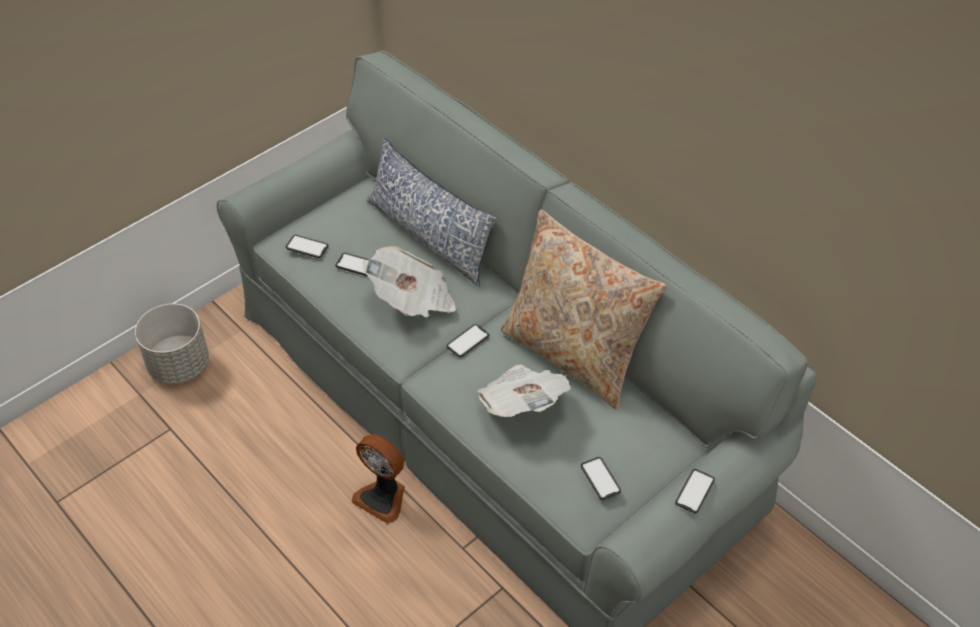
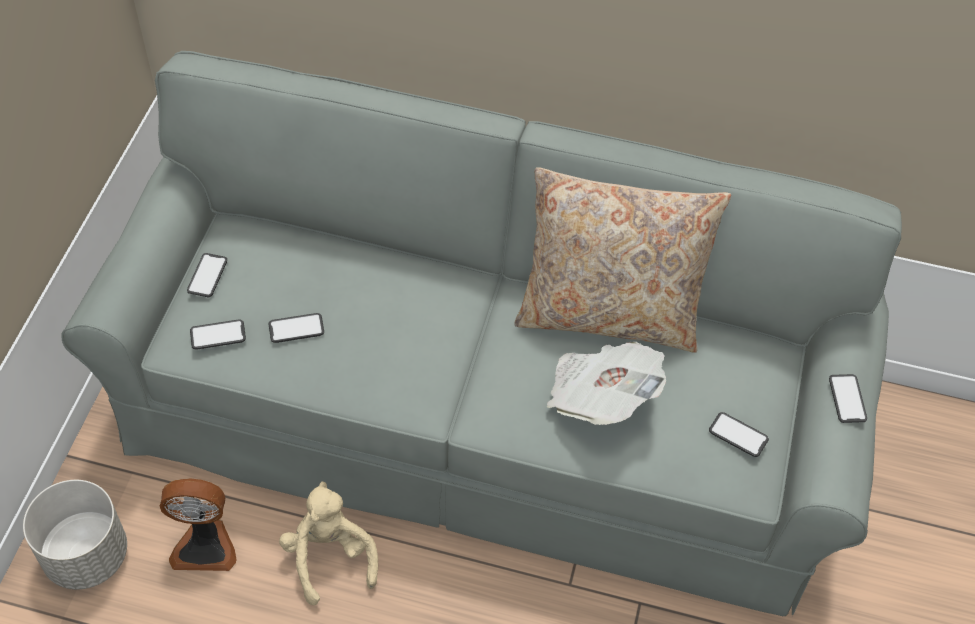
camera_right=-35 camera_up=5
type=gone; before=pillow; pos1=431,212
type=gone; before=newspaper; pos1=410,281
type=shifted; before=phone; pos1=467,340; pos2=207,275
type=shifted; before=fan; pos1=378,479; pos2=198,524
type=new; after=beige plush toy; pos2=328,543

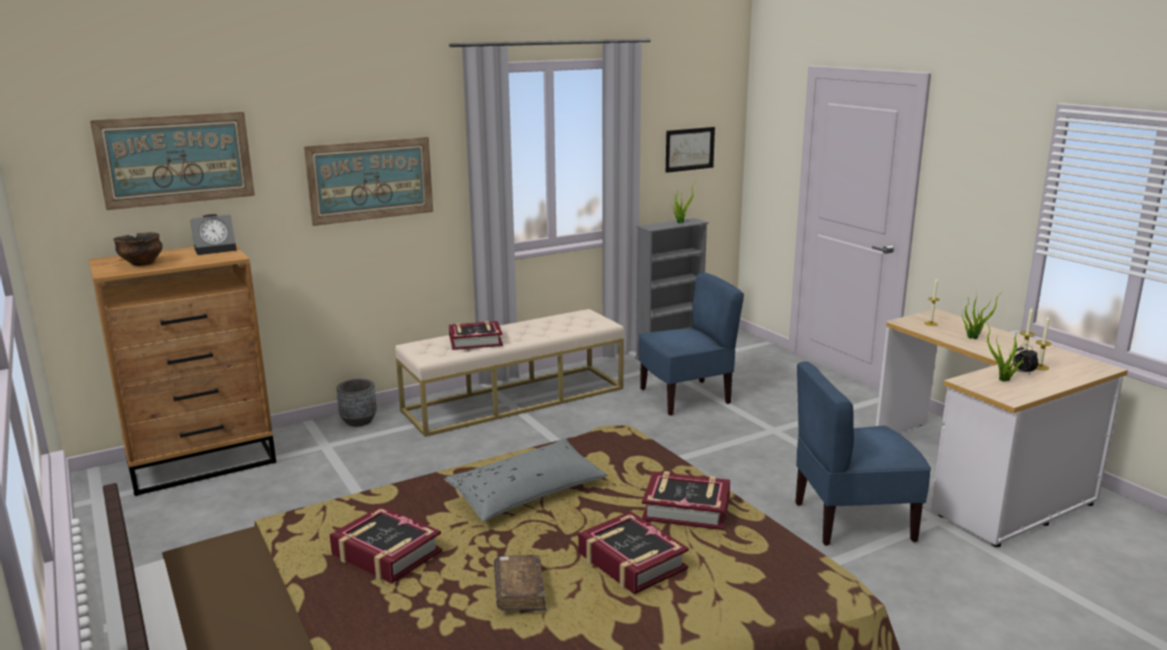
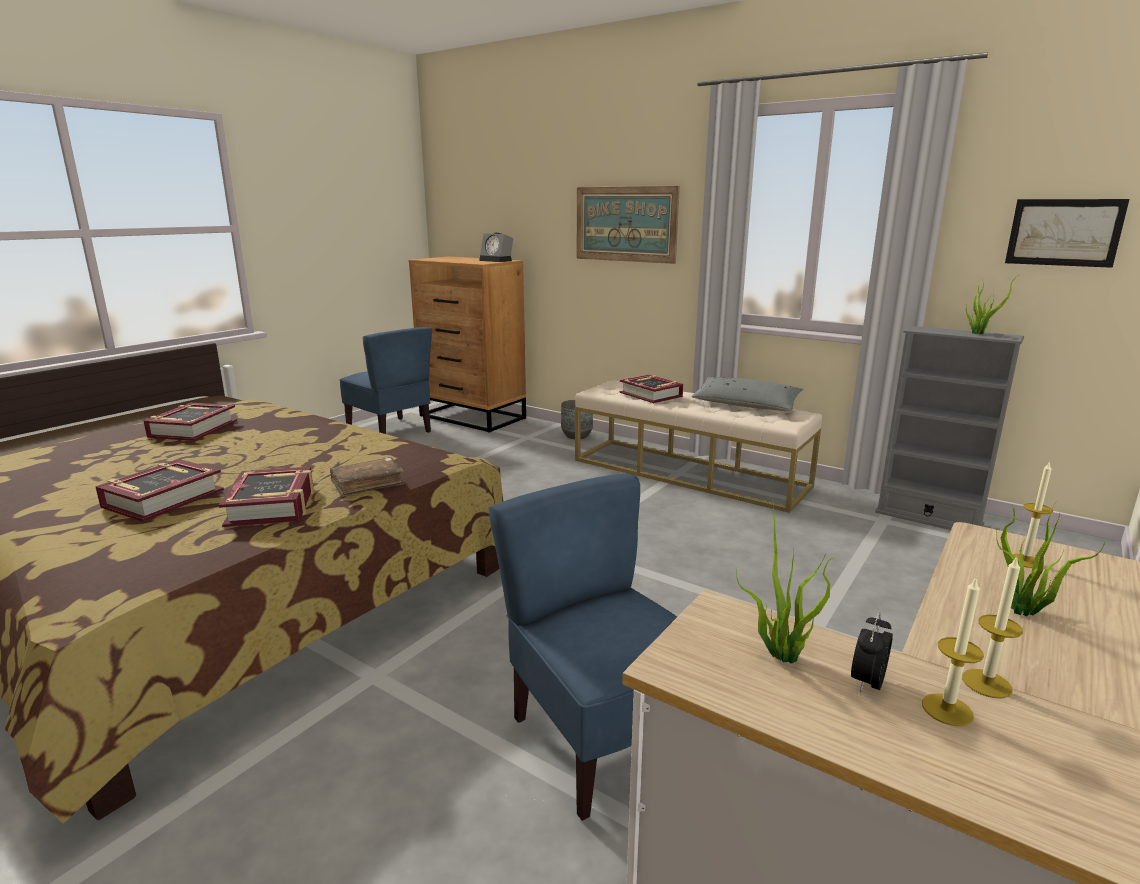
camera_right=65 camera_up=0
type=gone; before=picture; pos1=172,161
type=gone; before=bowl; pos1=138,249
type=shifted; before=blue chair; pos1=691,344; pos2=385,380
type=shifted; before=grey pillow; pos1=526,480; pos2=747,394
type=shifted; before=brown book; pos1=520,583; pos2=367,477

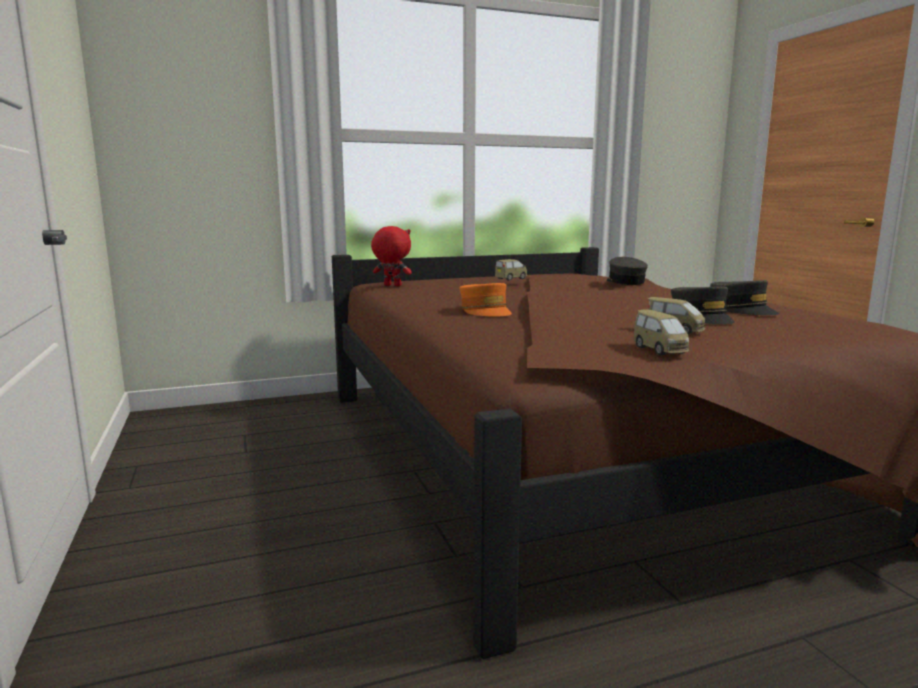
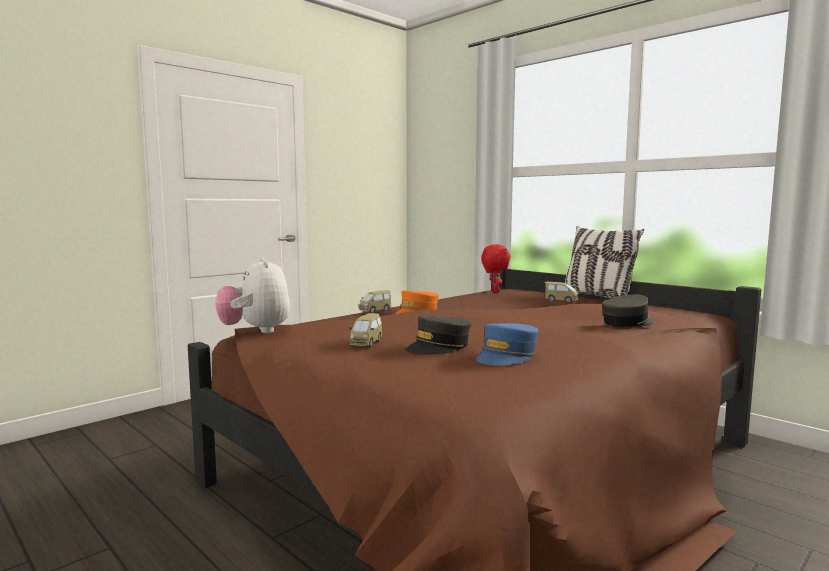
camera_right=65 camera_up=-5
type=repainted; before=grey cap; after=blue cap; pos1=744,297; pos2=507,344
type=shifted; before=toy car; pos1=661,332; pos2=375,301
type=new; after=pillow; pos2=604,262
type=new; after=plush toy; pos2=252,295

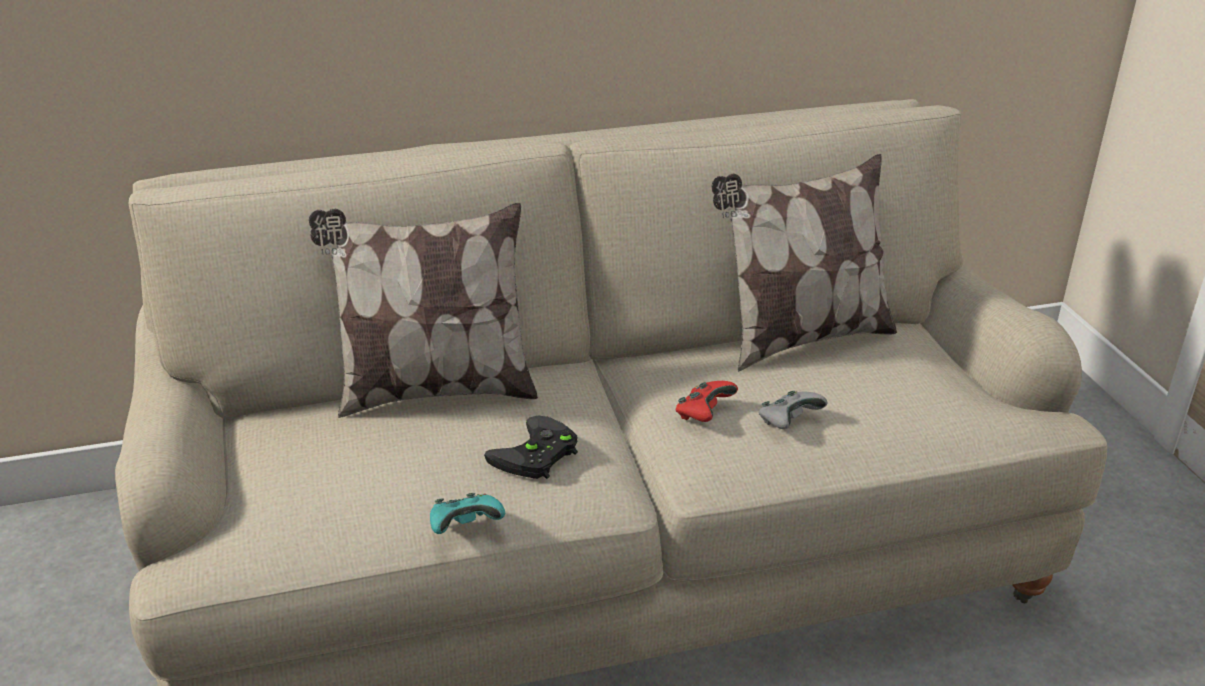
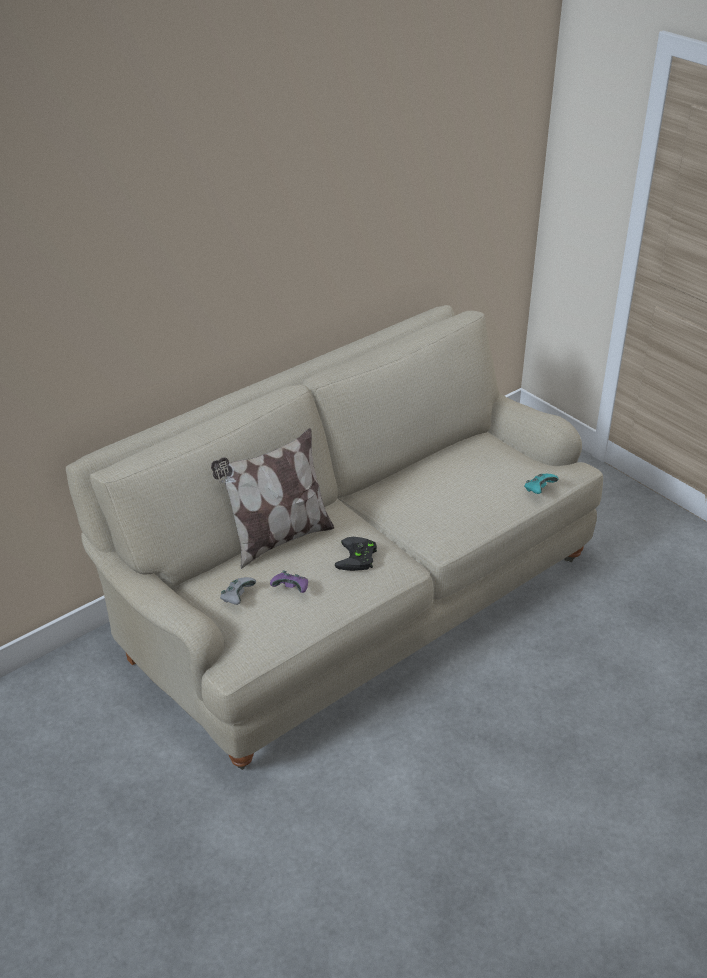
camera_right=-25 camera_up=5
type=gone; before=pillow; pos1=804,263
type=gone; before=red game controller; pos1=707,401
type=shifted; before=grey game controller; pos1=793,410; pos2=238,591
type=shifted; before=turquoise game controller; pos1=467,513; pos2=541,484
type=new; after=purple game controller; pos2=289,582

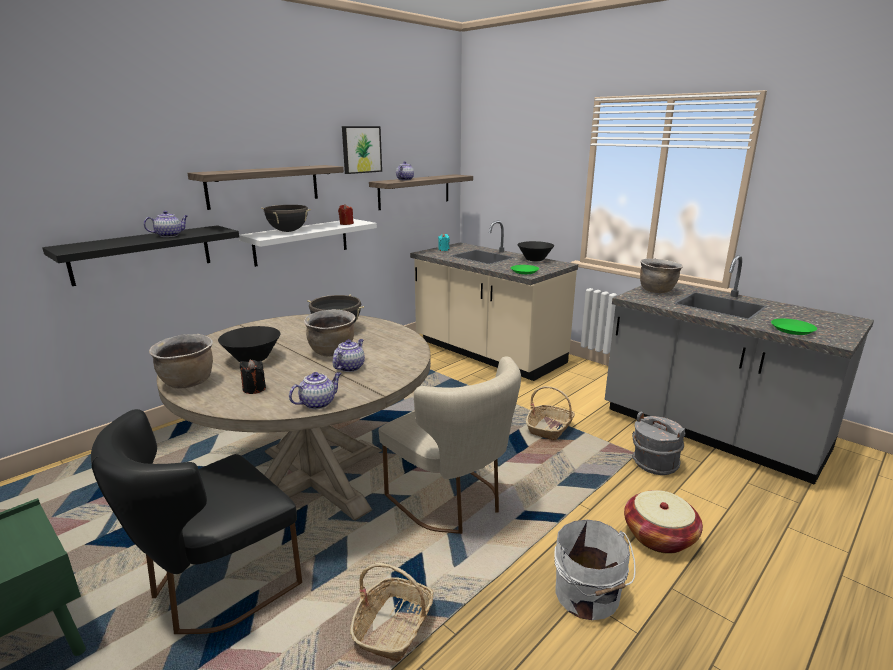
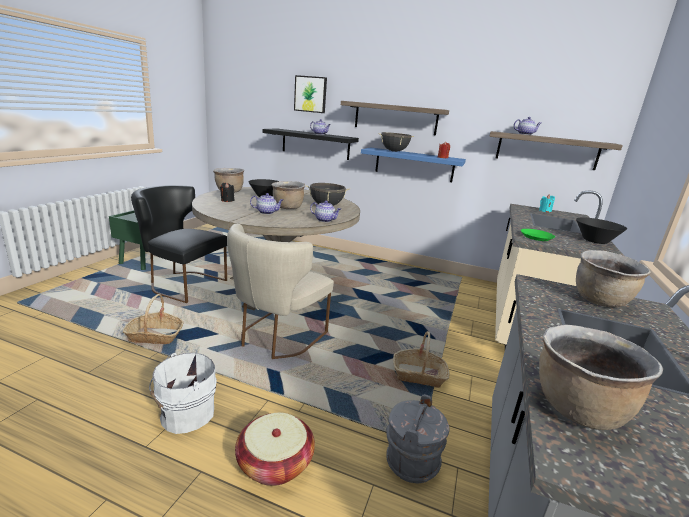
camera_right=65 camera_up=0
type=shifted; before=picture; pos1=362,150; pos2=310,94
type=repainted; before=white shelf; after=blue shelf; pos1=308,243; pos2=413,164
type=swapped; before=green plate; after=brown cooking pot; pos1=794,327; pos2=601,377
type=shifted; before=teapot; pos1=315,390; pos2=325,211

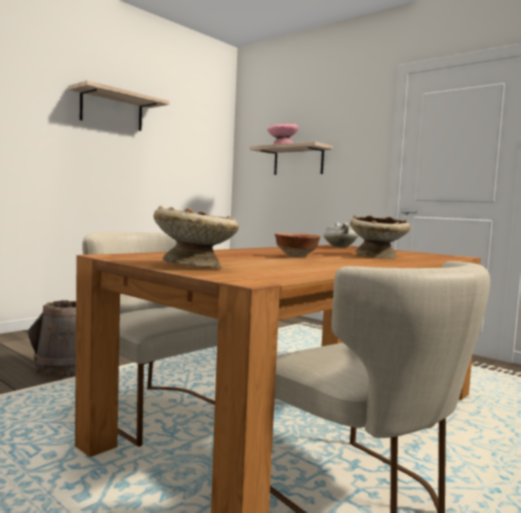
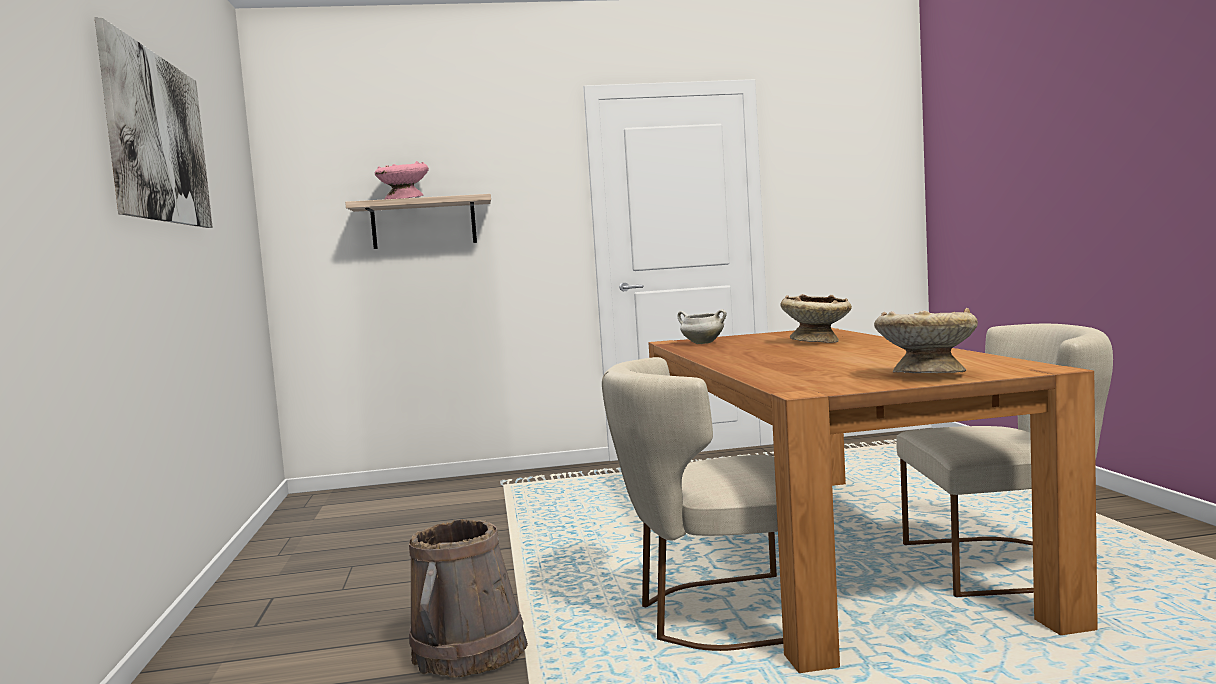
camera_right=-50 camera_up=0
type=swapped; before=shelf; after=picture; pos1=119,105; pos2=154,122
type=gone; before=bowl; pos1=298,245

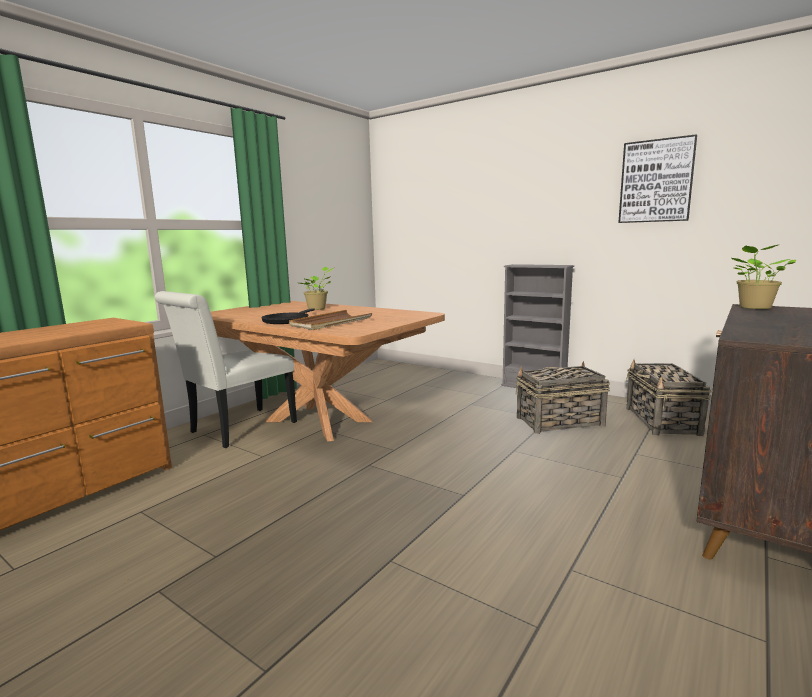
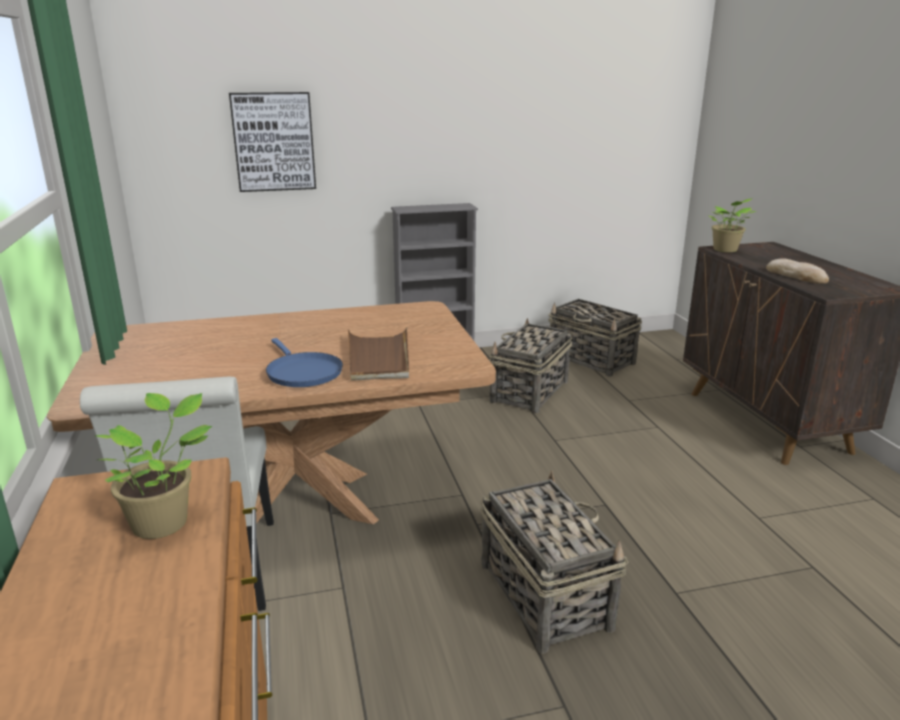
camera_right=-50 camera_up=10
type=shifted; before=picture; pos1=657,178; pos2=272,142
type=shifted; before=potted plant; pos1=316,288; pos2=153,466
type=repainted; before=black frying pan; after=blue frying pan; pos1=288,316; pos2=304,362
type=new; after=bread; pos2=797,271
type=new; after=basket; pos2=554,562

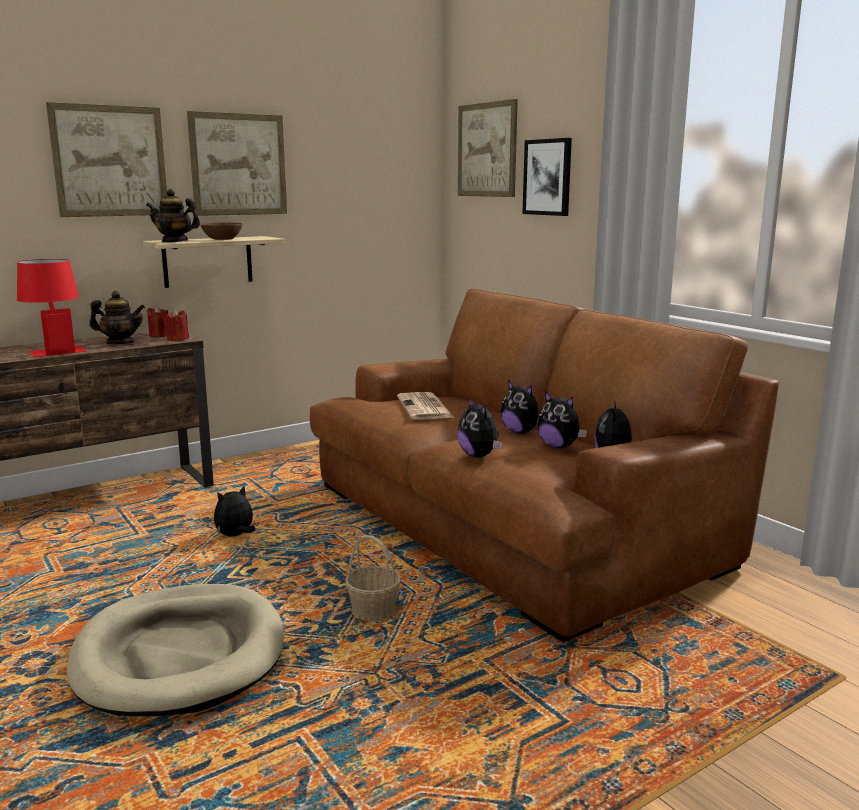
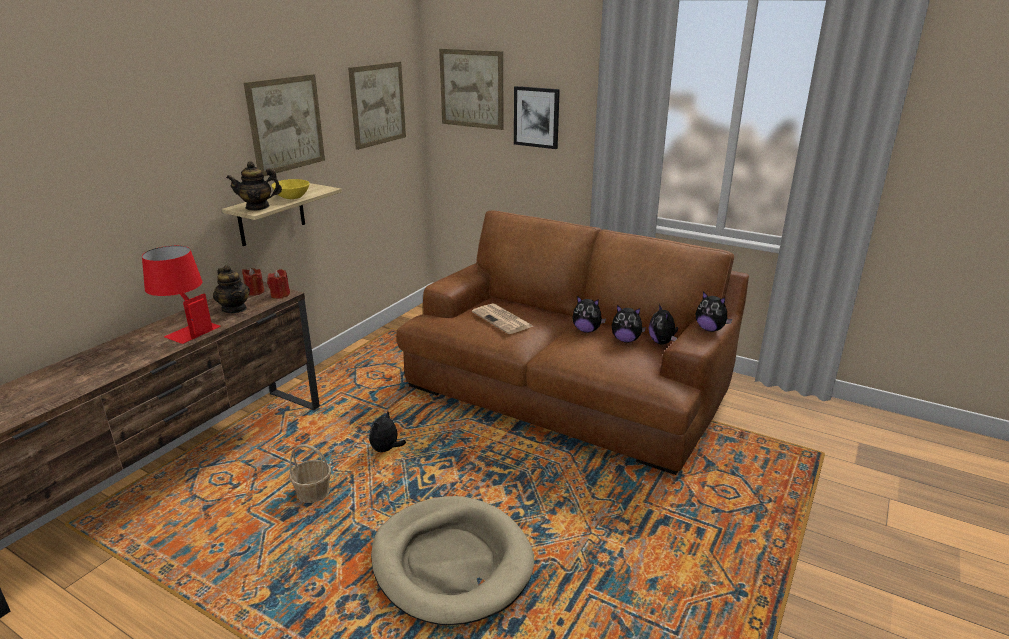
camera_right=-25 camera_up=10
type=shifted; before=picture; pos1=106,159; pos2=377,106
type=repainted; before=brown bowl; after=yellow bowl; pos1=221,231; pos2=291,189
type=rotated; before=teapot; pos1=117,317; pos2=231,289; turn=75
type=shifted; before=plush toy; pos1=479,427; pos2=714,312
type=shifted; before=basket; pos1=373,578; pos2=310,473

